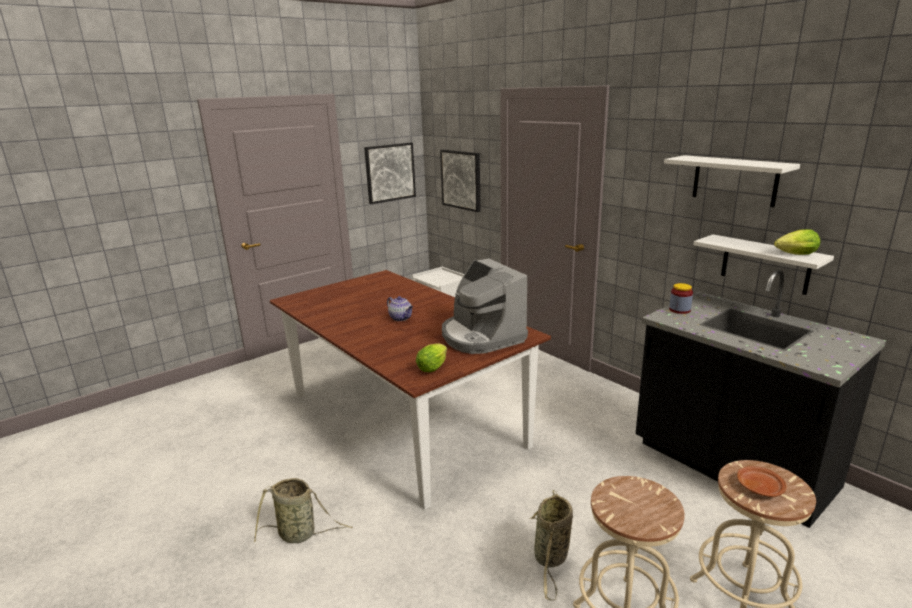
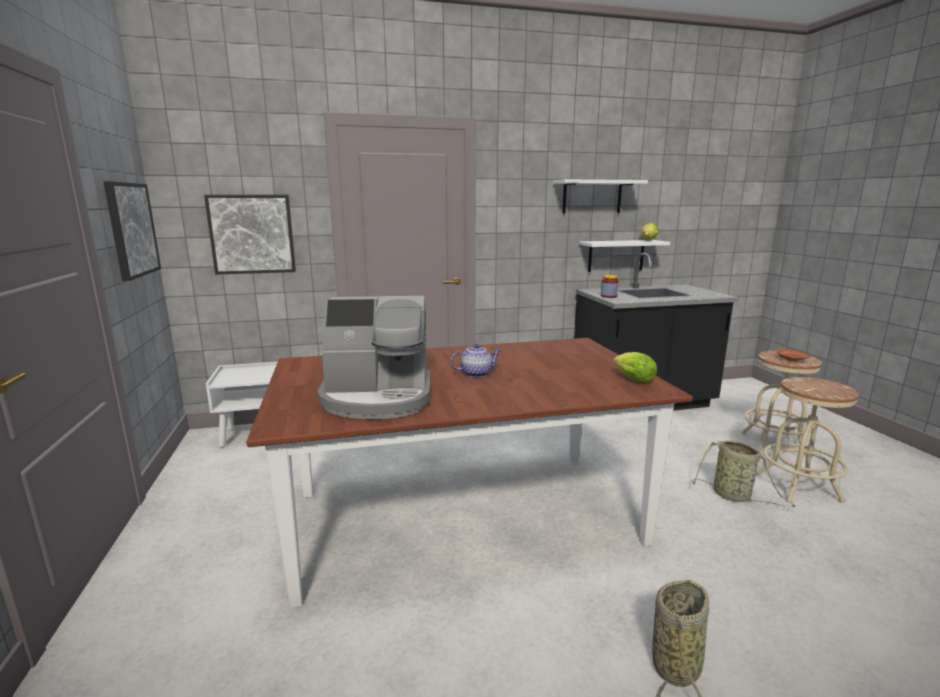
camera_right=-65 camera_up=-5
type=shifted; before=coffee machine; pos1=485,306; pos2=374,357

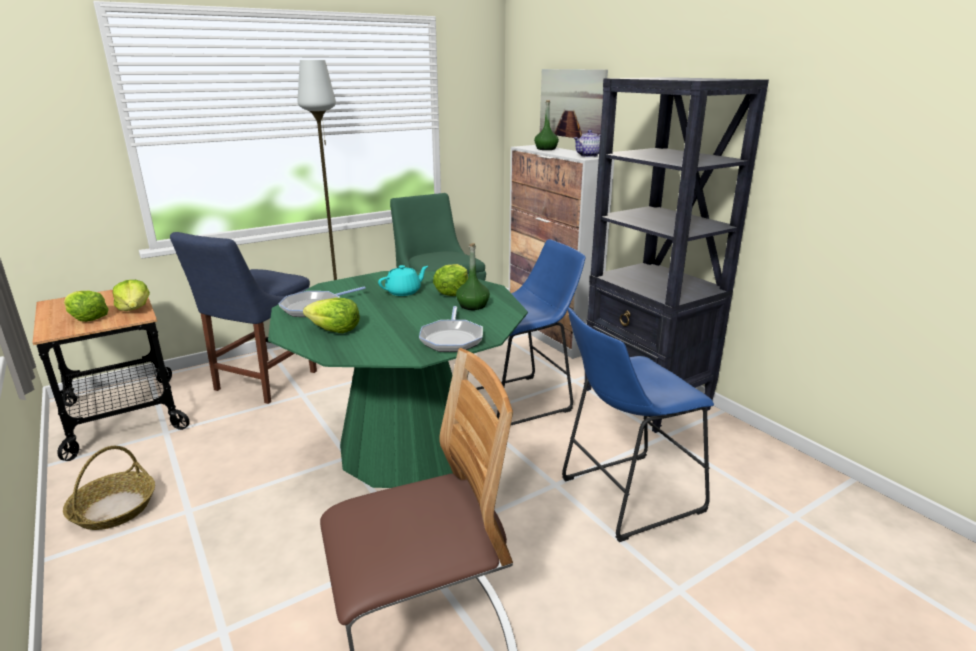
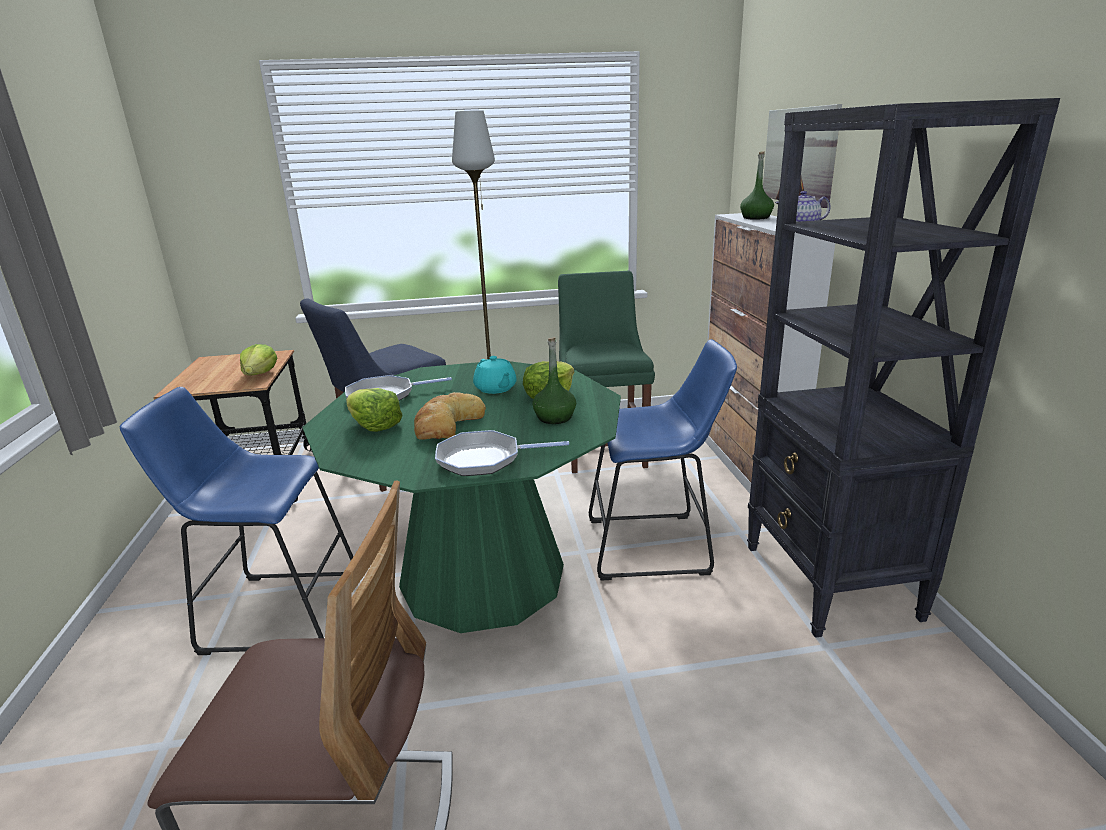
camera_right=25 camera_up=0
type=rotated; before=turquoise teapot; pos1=403,280; pos2=495,375; turn=75
type=gone; before=lettuce; pos1=86,306
type=rotated; before=frying pan; pos1=451,329; pos2=502,453; turn=60
type=shifted; before=blue stool; pos1=638,424; pos2=236,521
type=gone; before=basket; pos1=109,488
type=new; after=bread; pos2=450,416

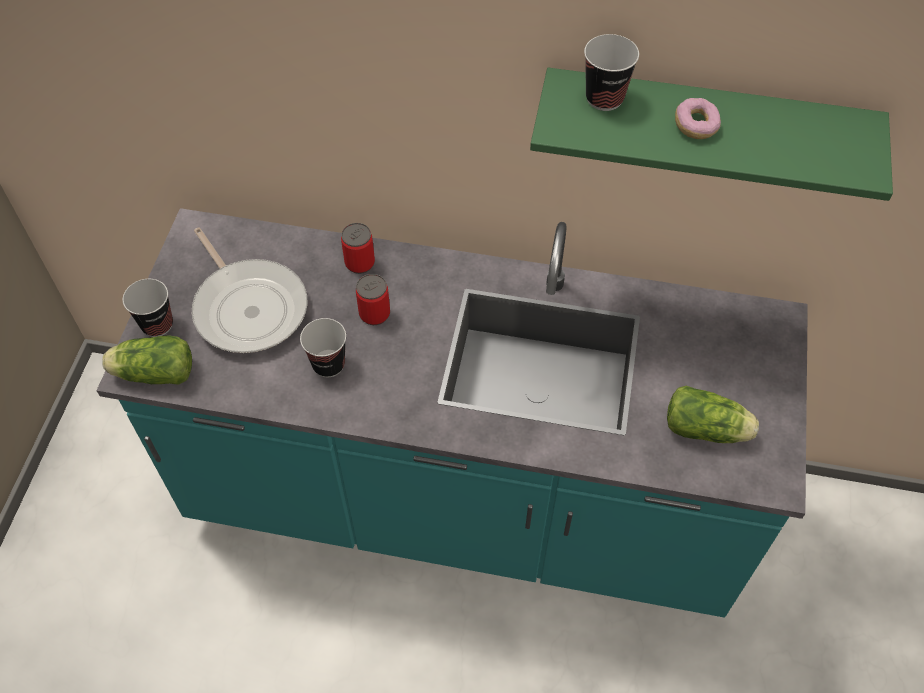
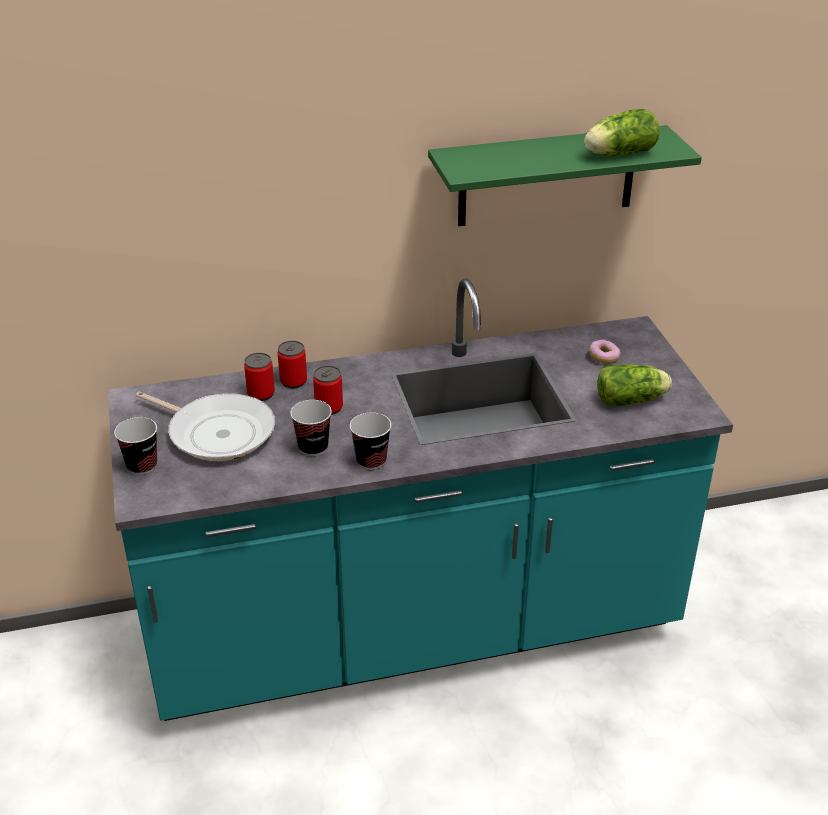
camera_right=-25 camera_up=-20
type=shifted; before=cup; pos1=611,72; pos2=370,441
type=shifted; before=donut; pos1=698,118; pos2=604,352
type=shifted; before=lettuce; pos1=147,360; pos2=621,132
type=new; after=can; pos2=259,377

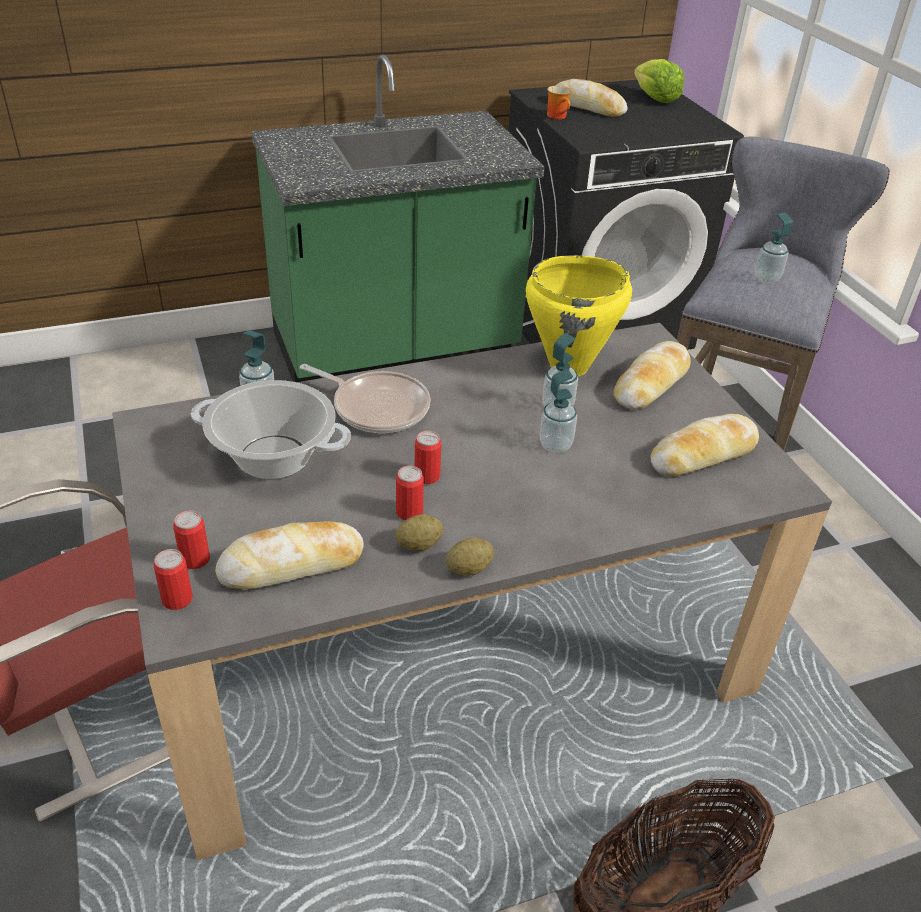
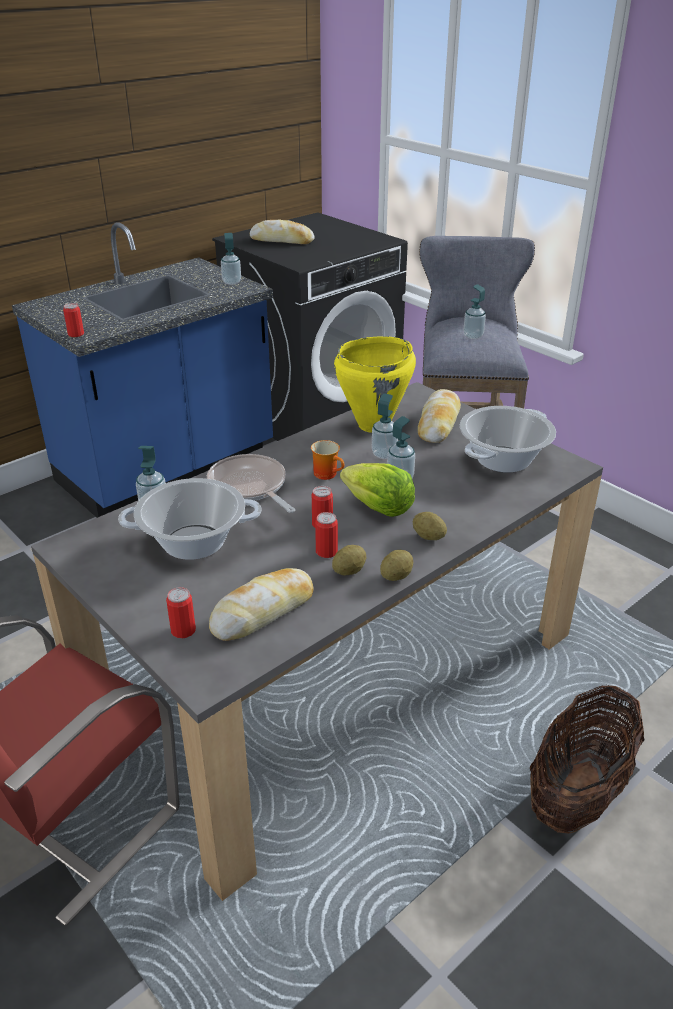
camera_right=-20 camera_up=-5
type=repainted; before=green counter; after=blue counter; pos1=398,218; pos2=142,370
type=shifted; before=lettuce; pos1=659,81; pos2=377,490
type=shifted; before=mug; pos1=559,102; pos2=327,460
type=rotated; before=frying pan; pos1=365,398; pos2=251,483; turn=-135
type=swapped; before=bread; after=cooking pot; pos1=704,445; pos2=508,439
type=shifted; before=can; pos1=173,579; pos2=73,320
type=new; after=soap dispenser; pos2=231,259
type=new; after=potato; pos2=430,526

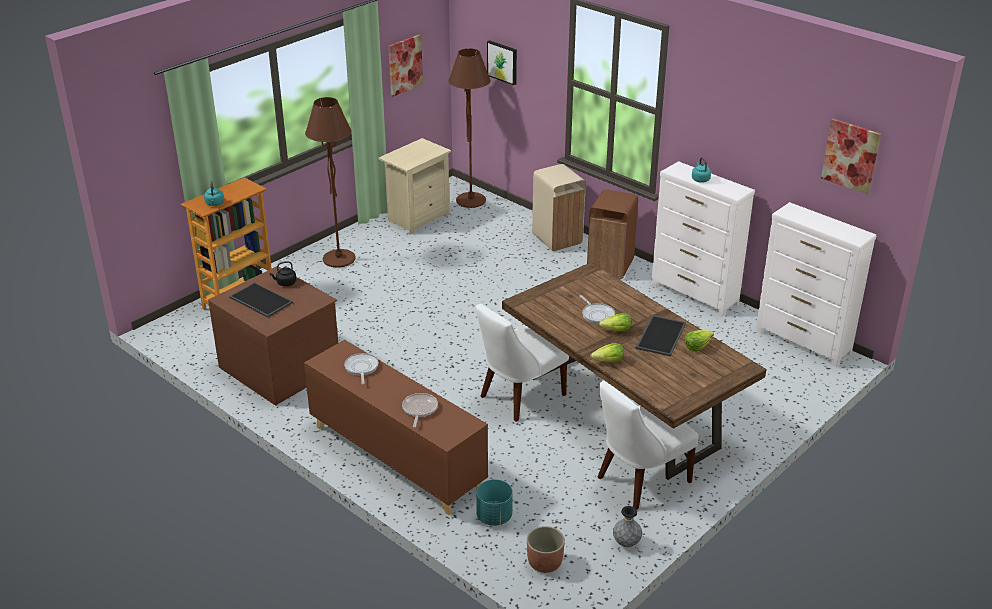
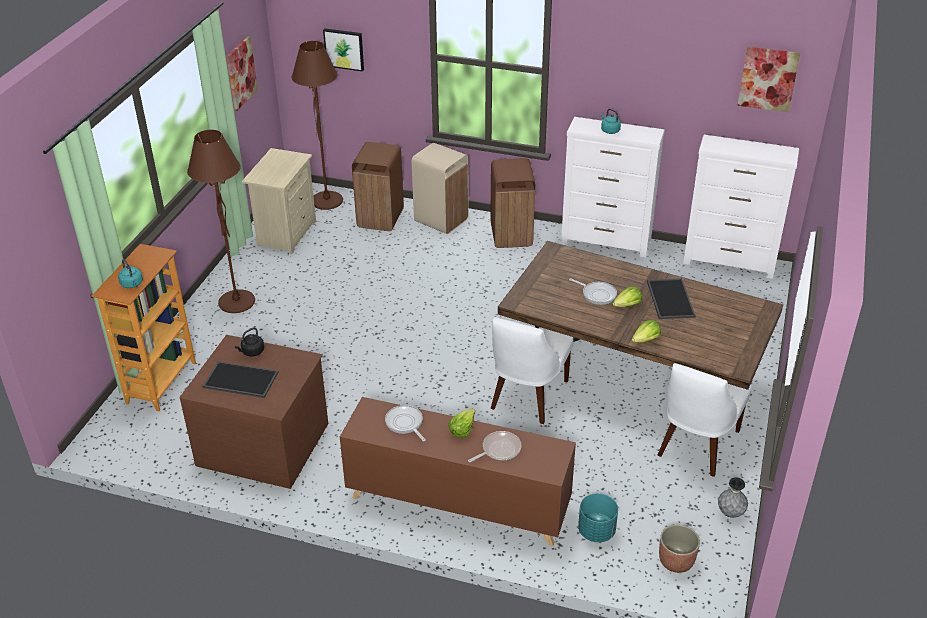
camera_right=-25 camera_up=5
type=shifted; before=lettuce; pos1=699,340; pos2=461,423
type=rotated; before=frying pan; pos1=420,410; pos2=495,446; turn=75
type=new; after=brown trash can; pos2=378,186

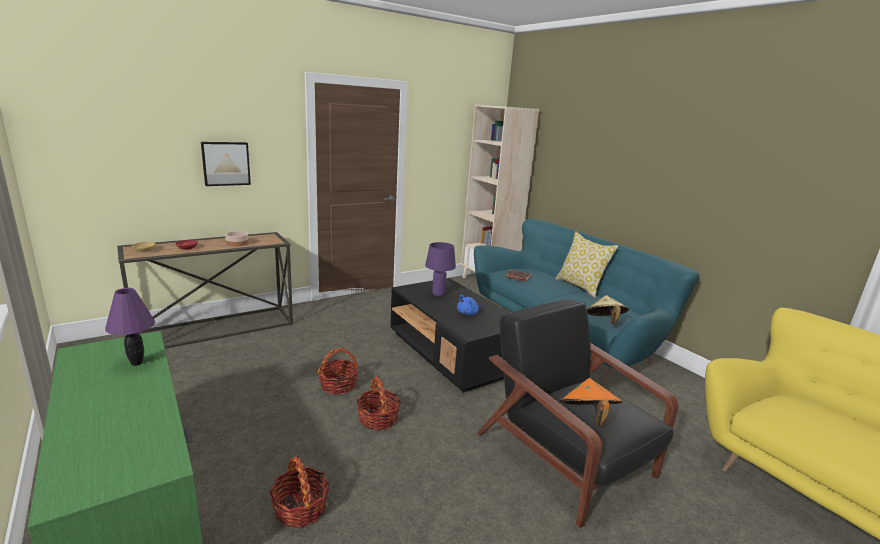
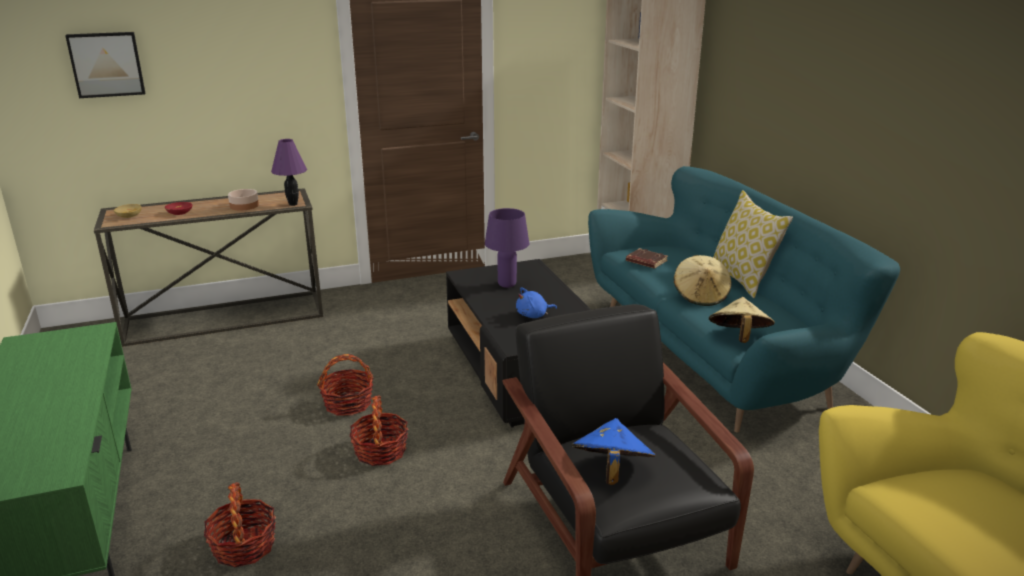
camera_right=15 camera_up=5
type=shifted; before=picture; pos1=226,164; pos2=105,65
type=shifted; before=purple table lamp; pos1=130,327; pos2=289,172
type=repainted; before=orange hat; after=blue hat; pos1=591,402; pos2=613,451
type=new; after=beige hat; pos2=702,280

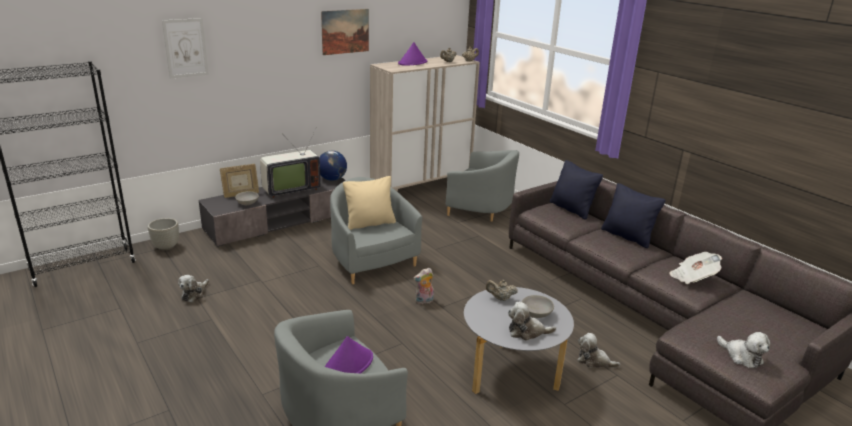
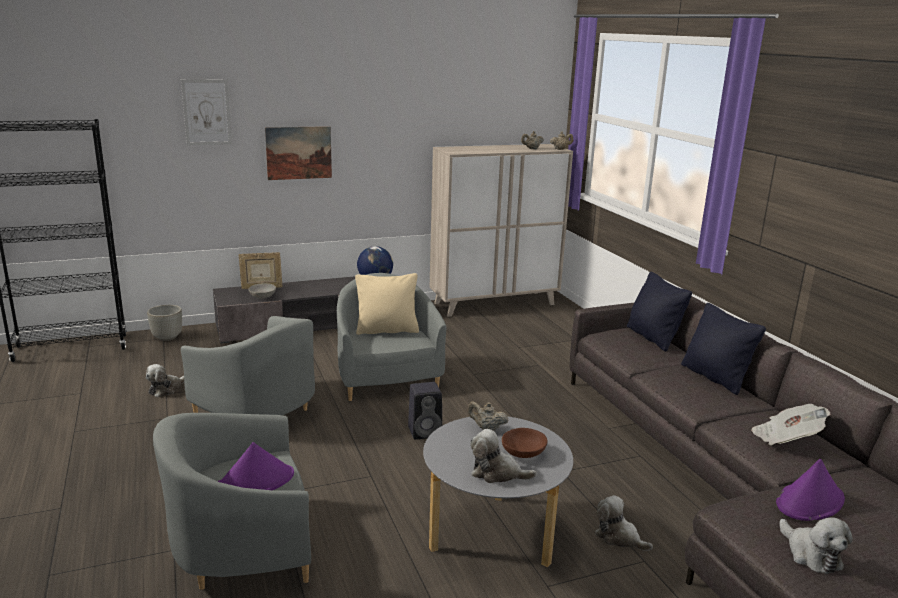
camera_right=15 camera_up=-5
type=shifted; before=picture; pos1=345,32; pos2=298,153
type=shifted; before=purple hat; pos1=412,54; pos2=810,490
type=gone; before=television; pos1=290,162
type=shifted; before=grey armchair; pos1=482,186; pos2=248,365
type=swapped; before=plush toy; after=black speaker; pos1=423,286; pos2=425,410
type=repainted; before=grey bowl; after=brown bowl; pos1=537,306; pos2=524,443

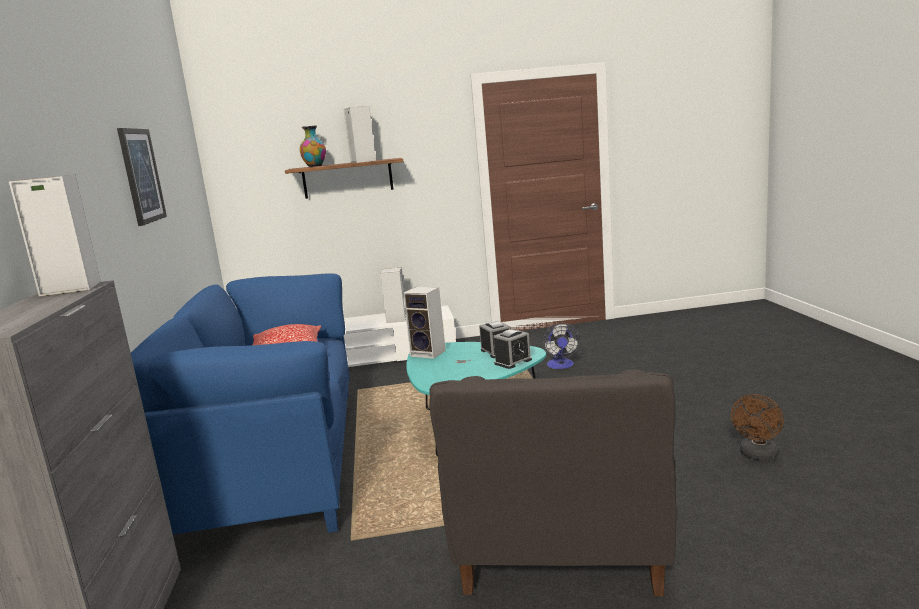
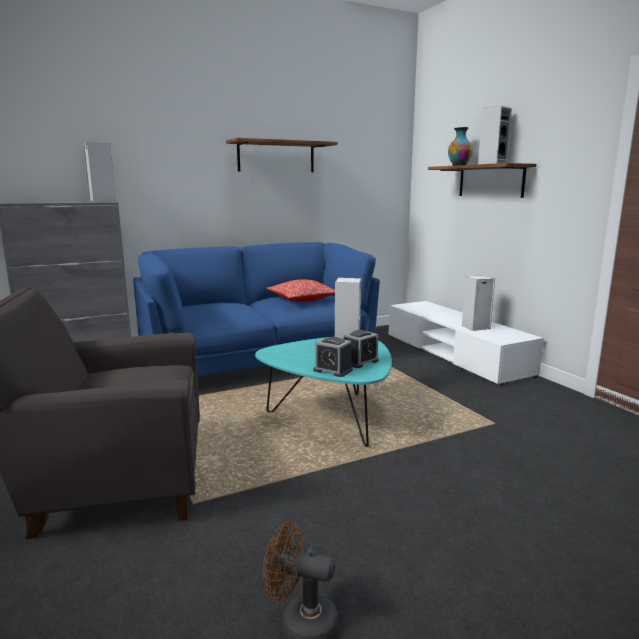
camera_right=70 camera_up=0
type=swapped; before=picture; after=shelf; pos1=142,177; pos2=282,155
type=gone; before=fan; pos1=561,346

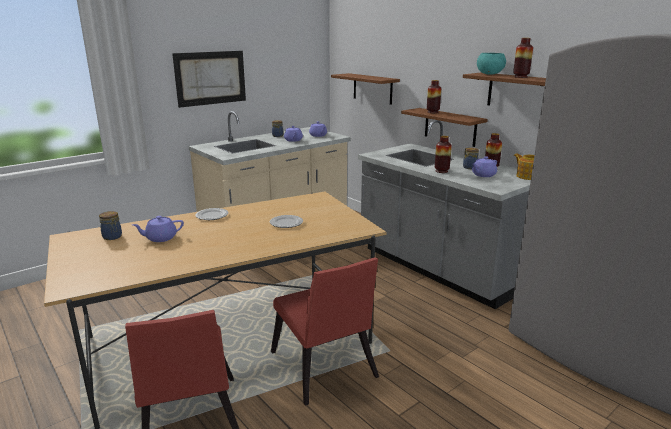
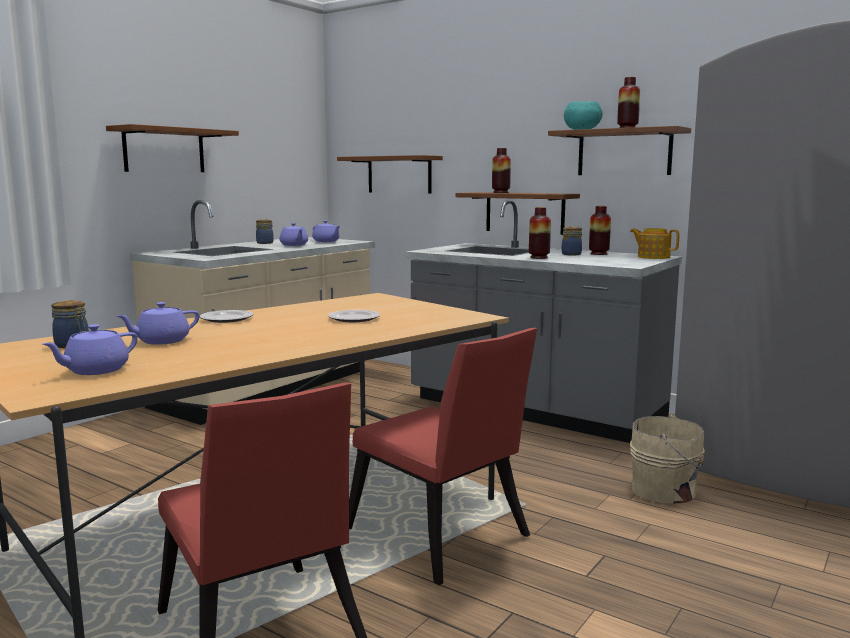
camera_right=-15 camera_up=-10
type=swapped; before=picture; after=brown shelf; pos1=209,79; pos2=172,148
type=shifted; before=purple teapot; pos1=484,166; pos2=90,349
type=new; after=beige bucket; pos2=668,458

